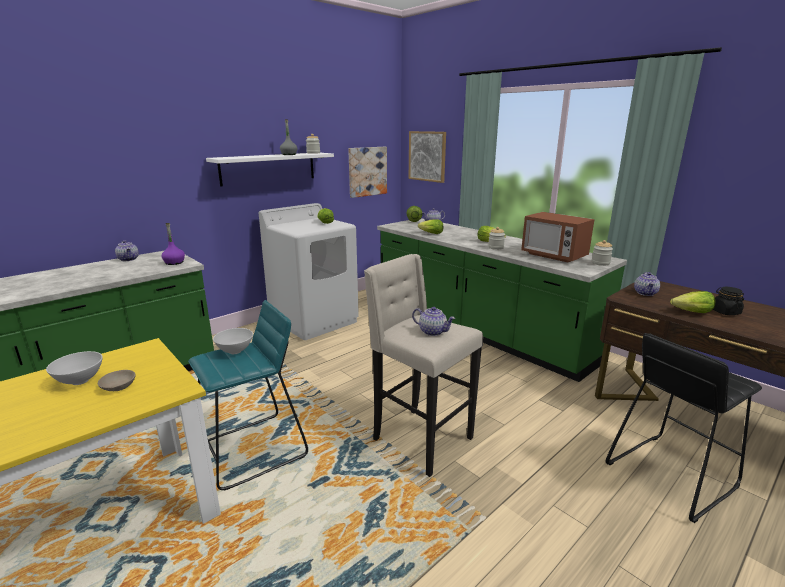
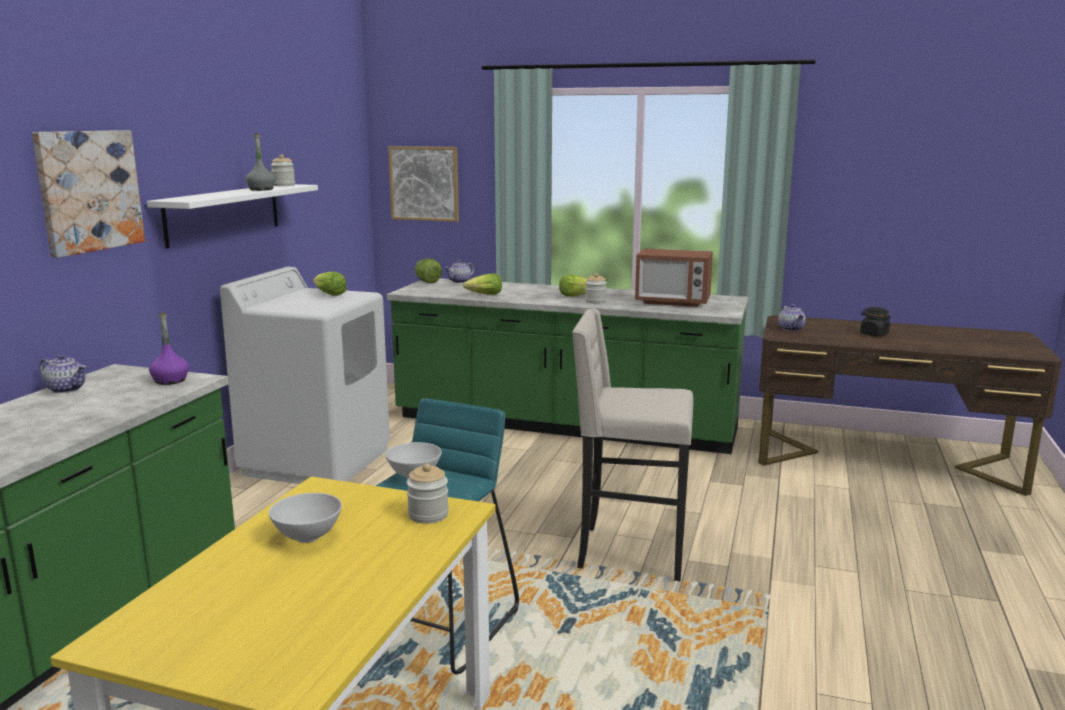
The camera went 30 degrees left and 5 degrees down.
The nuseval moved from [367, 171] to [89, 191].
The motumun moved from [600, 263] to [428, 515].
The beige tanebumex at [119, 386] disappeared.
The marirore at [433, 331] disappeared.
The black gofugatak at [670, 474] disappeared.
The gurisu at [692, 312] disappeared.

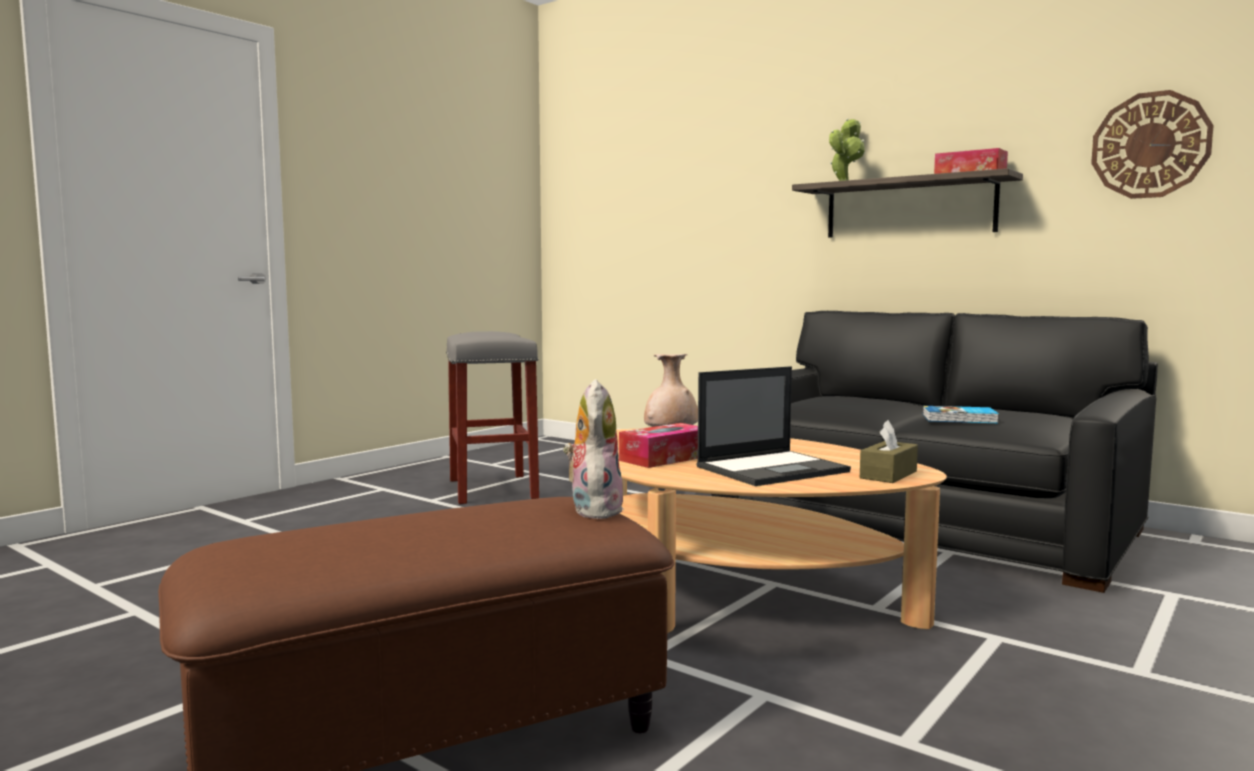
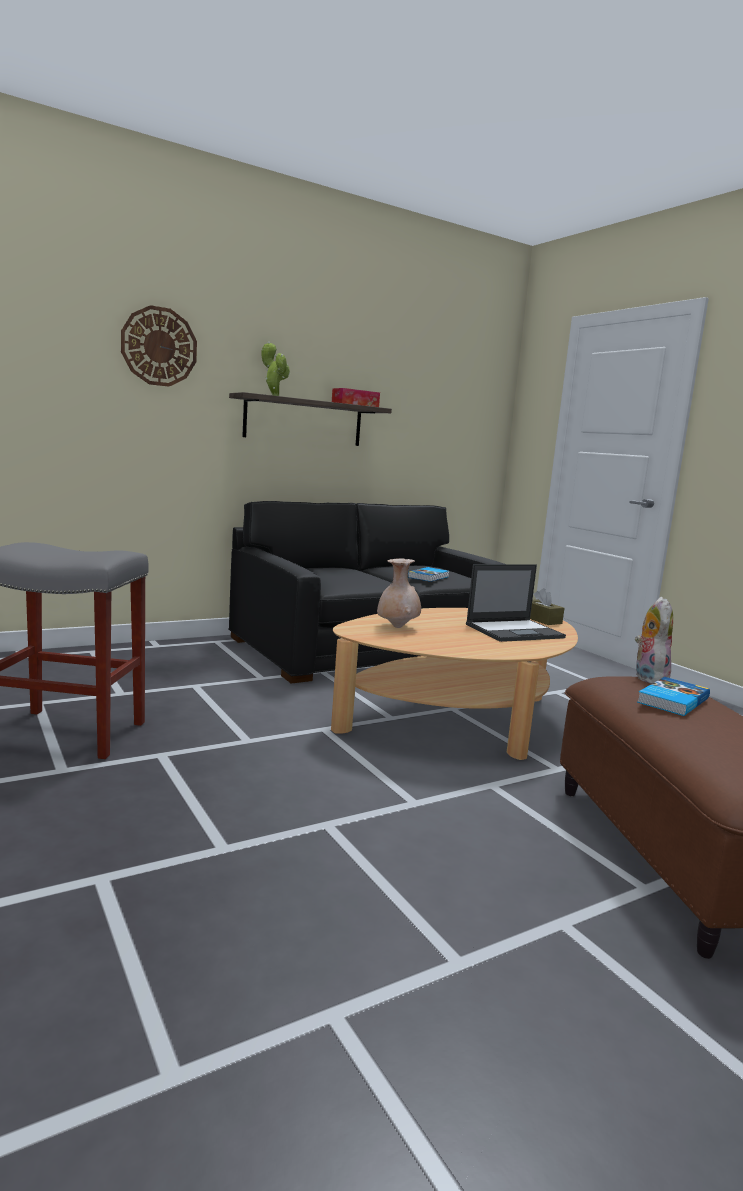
The camera went 70 degrees left and 5 degrees up.
The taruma moved from [1150, 145] to [159, 346].
The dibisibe at [773, 469] turned 75 degrees clockwise.
The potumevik at [593, 509] turned 75 degrees clockwise.
The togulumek at [671, 700] appeared.
The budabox at [665, 458] disappeared.

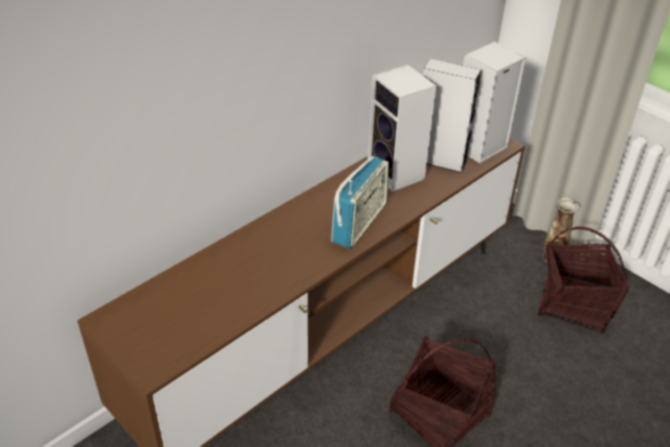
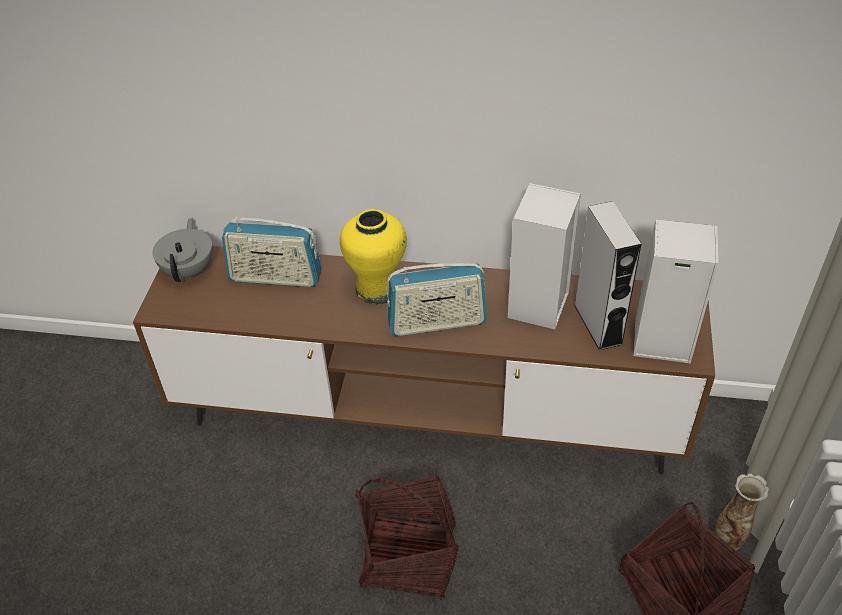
The camera went 55 degrees right and 5 degrees up.
The grey marirore at [189, 270] appeared.
The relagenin at [275, 277] appeared.
The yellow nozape at [378, 289] appeared.

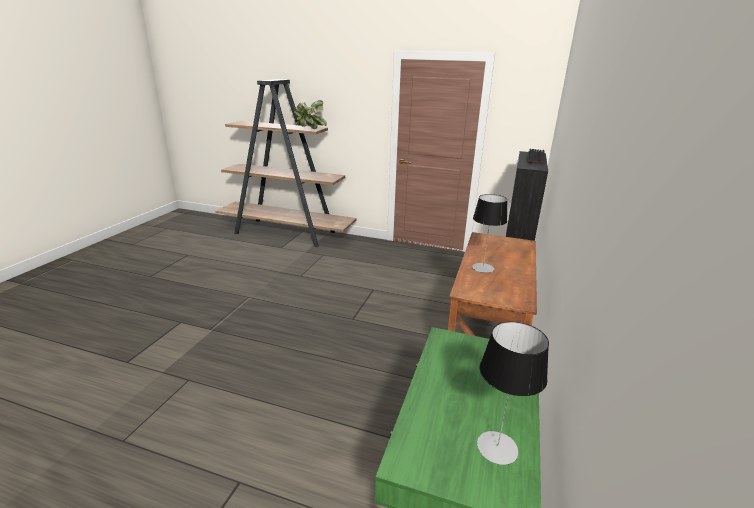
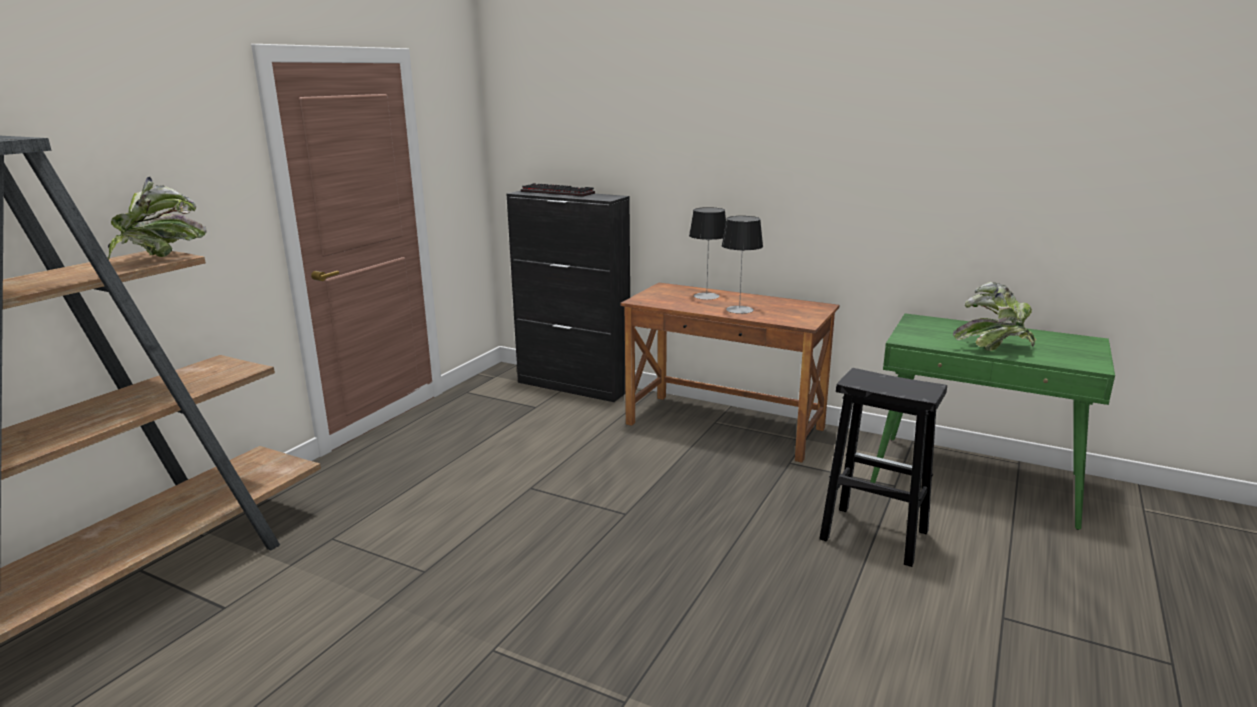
The camera went 80 degrees left and 5 degrees down.
The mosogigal moved from [497, 447] to [706, 296].
The black gofugatak at [872, 535] appeared.
The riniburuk at [994, 348] appeared.

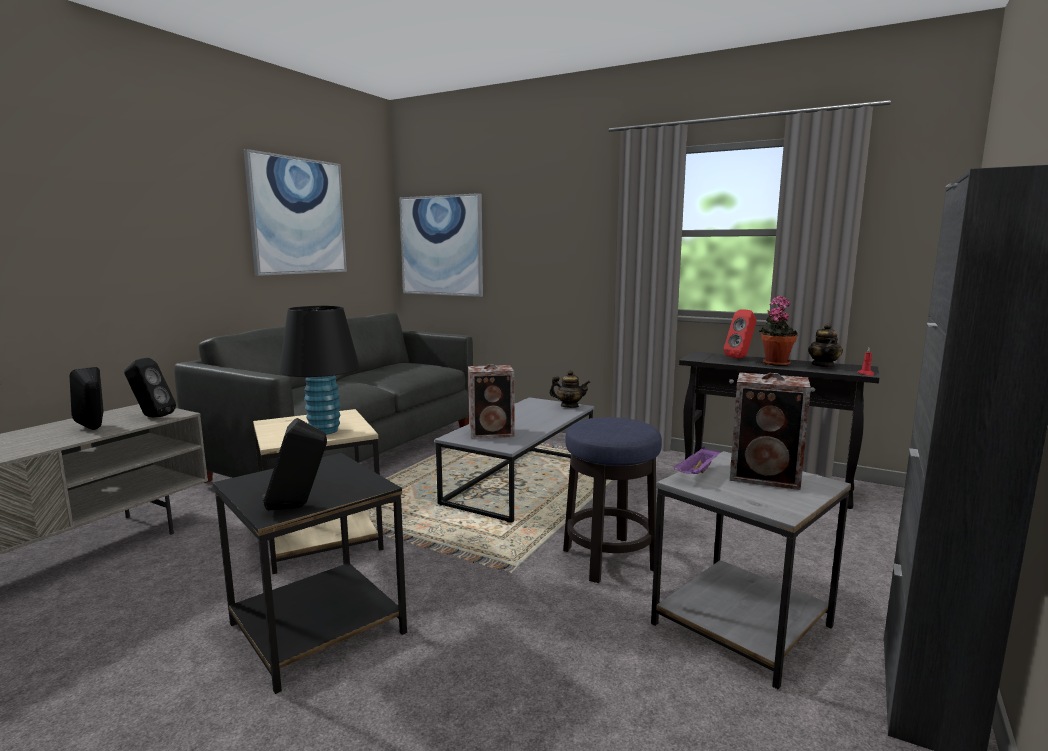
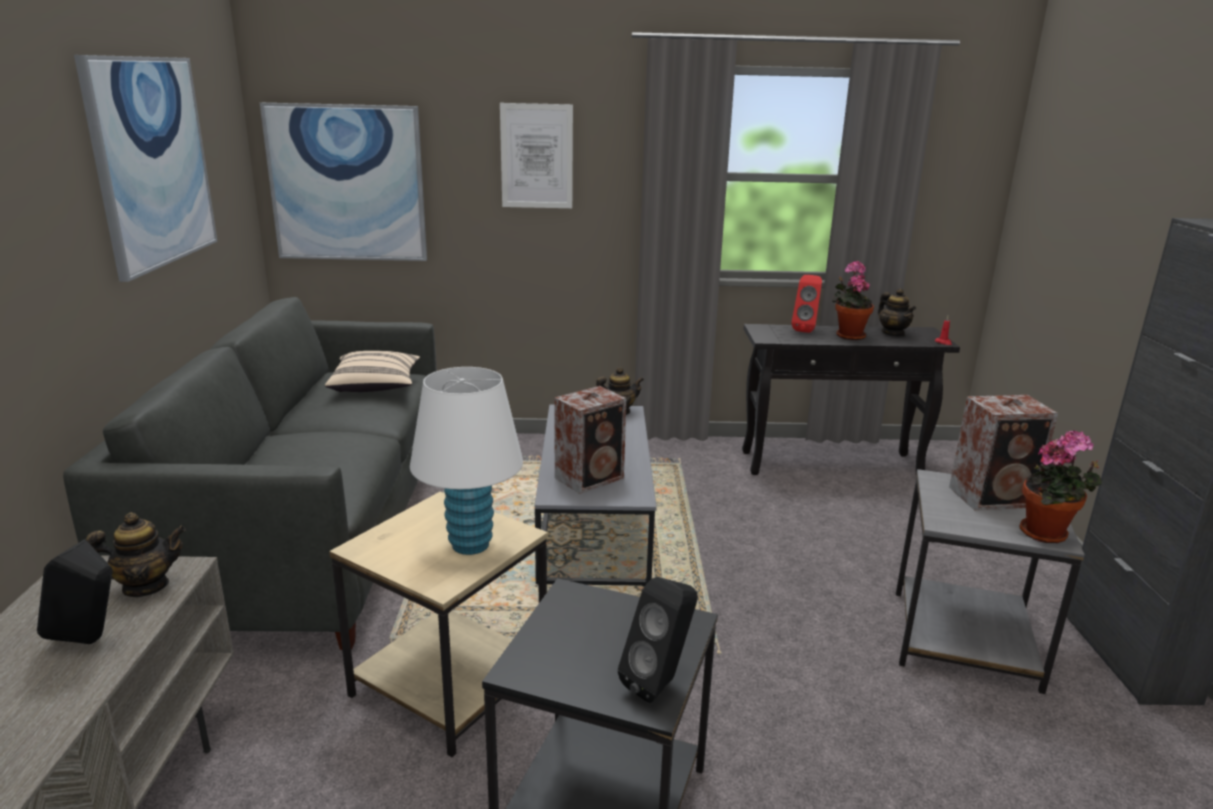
The camera went 30 degrees left and 10 degrees up.
The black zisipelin at [151, 417] was replaced by the marirore at [145, 586].
The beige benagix at [376, 387] appeared.
The black mosogigal at [324, 431] became the white mosogigal at [470, 545].
The nuseval at [536, 156] appeared.
The riniburuk at [1047, 535] appeared.
The gofugatak at [609, 559] disappeared.
The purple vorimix at [697, 473] disappeared.

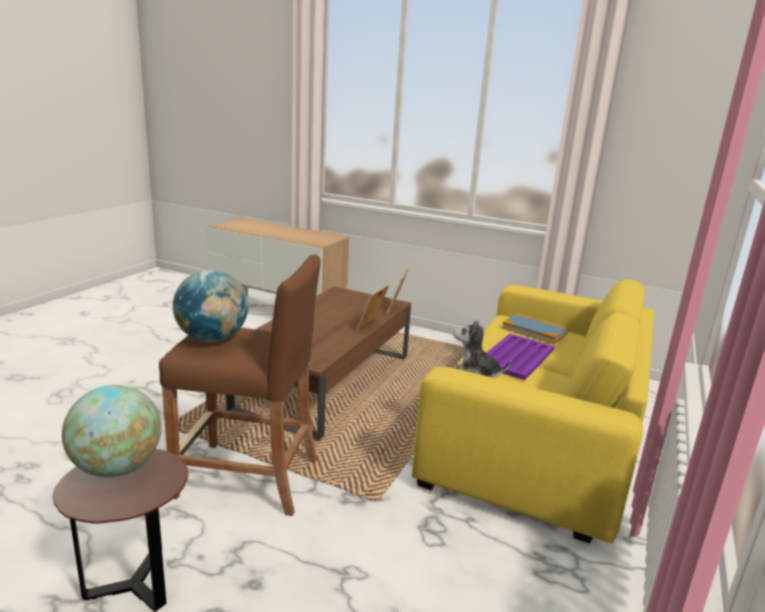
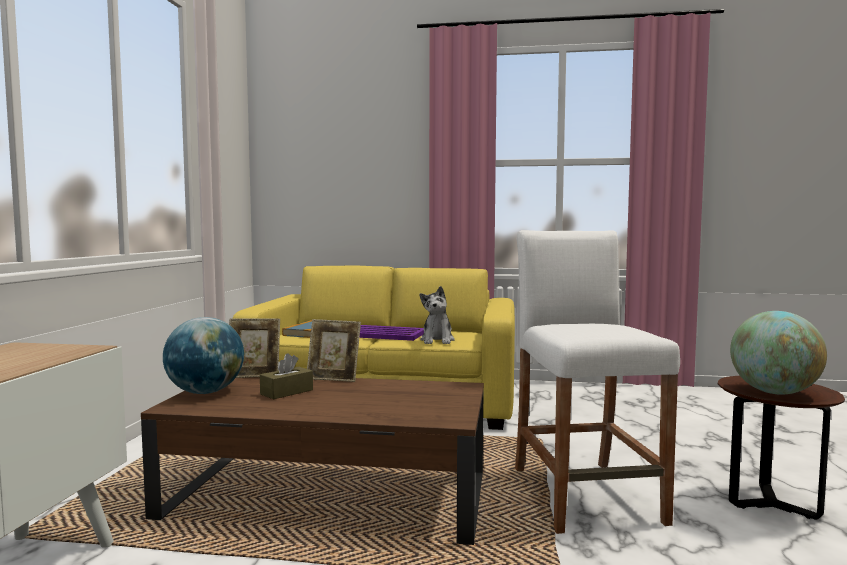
The camera went 105 degrees left and 15 degrees down.
The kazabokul moved from [212, 339] to [205, 392].
The brown budabox at [287, 392] appeared.
The brown gofugatak at [248, 478] became the white gofugatak at [585, 494].

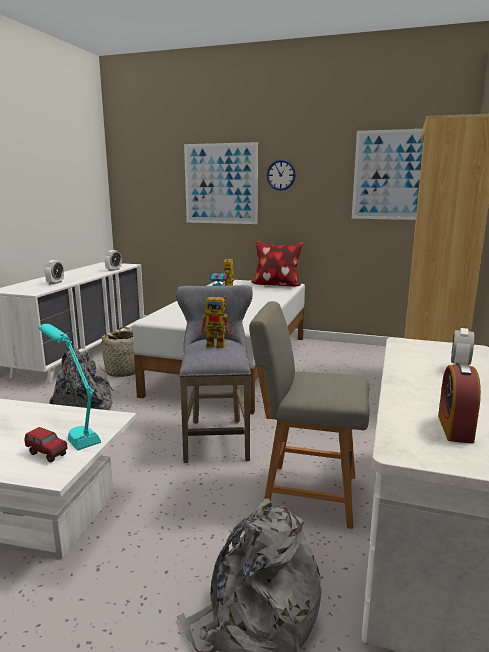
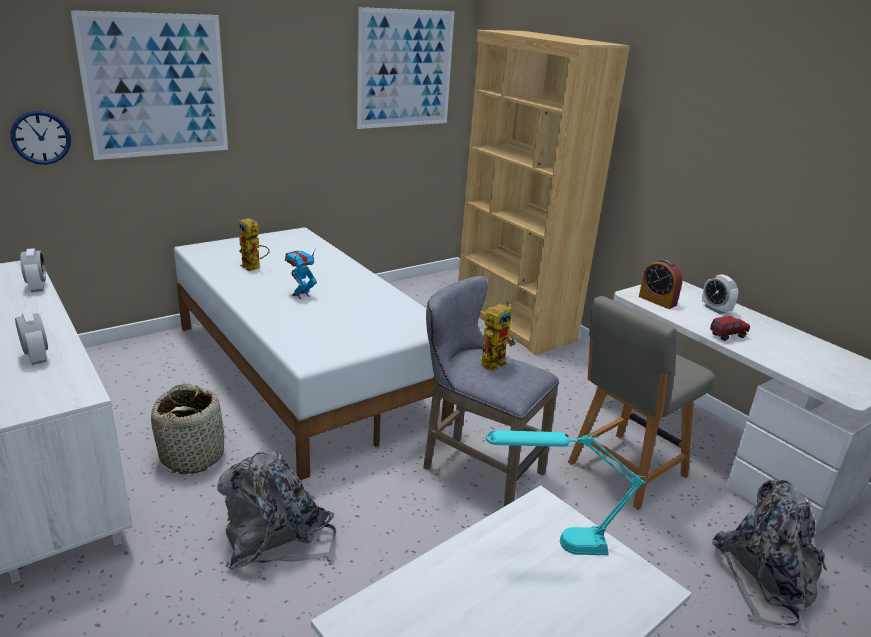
The camera went 55 degrees left and 10 degrees up.
The taruma moved from [281, 175] to [41, 137].
The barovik moved from [455, 428] to [657, 301].
The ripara moved from [47, 454] to [727, 336].
The benagix at [276, 285] disappeared.

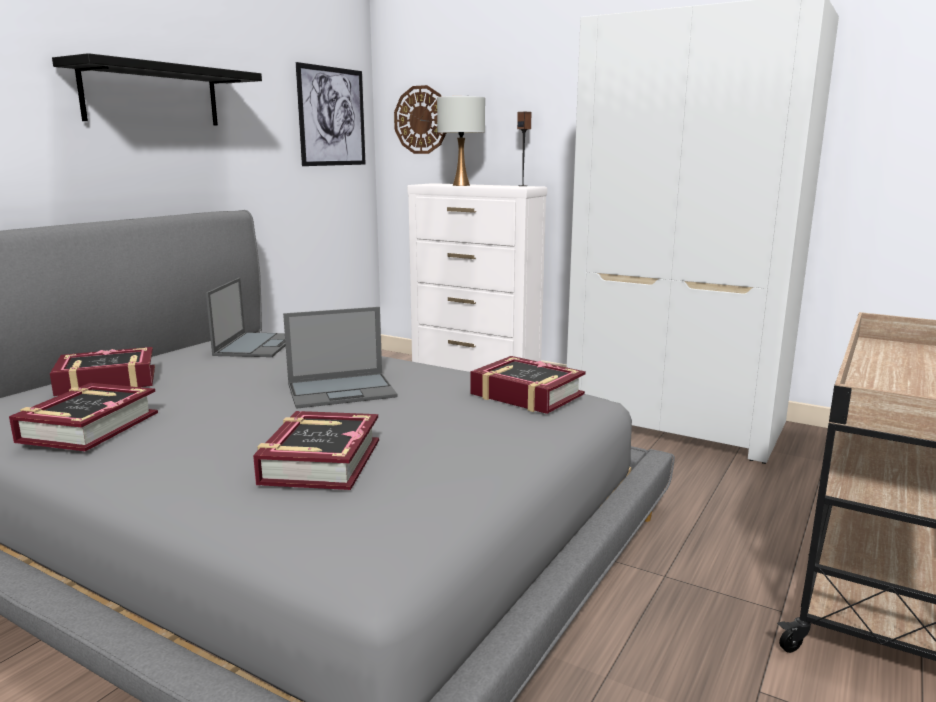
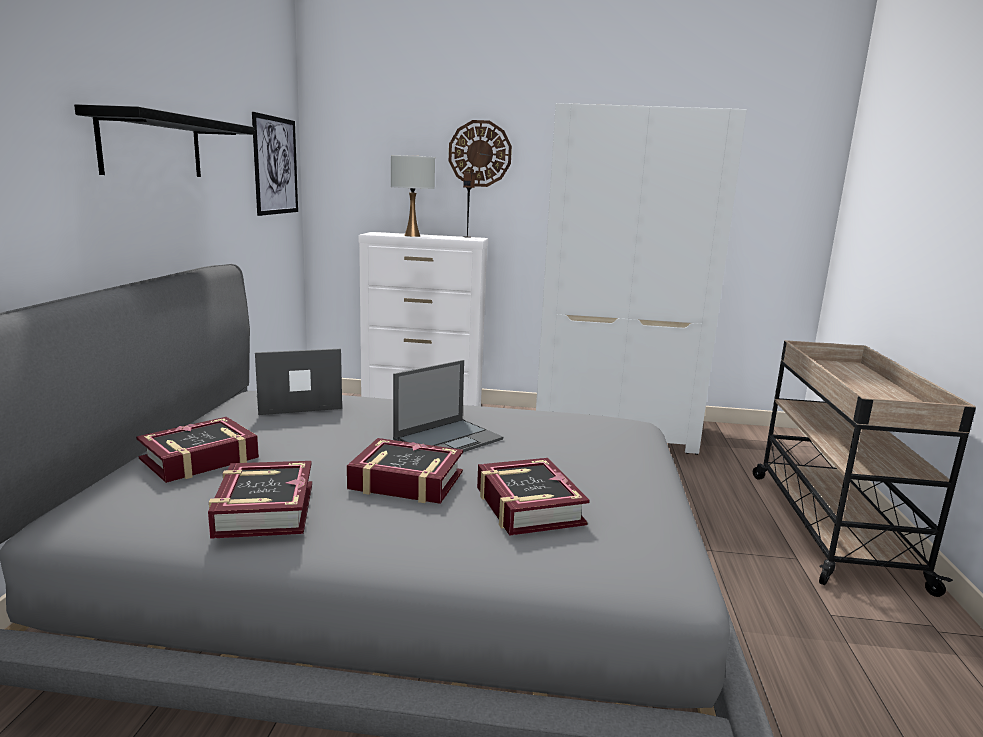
The camera went 25 degrees left and 0 degrees up.
The dibisibe at [256, 345] turned 90 degrees counterclockwise.
The togulumek moved from [526, 395] to [406, 481].
The taruma moved from [421, 120] to [480, 153].

